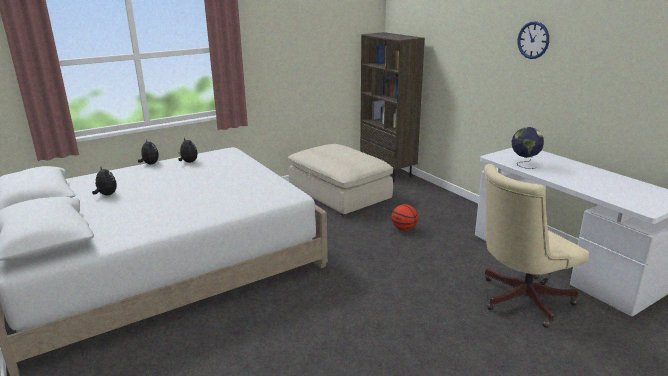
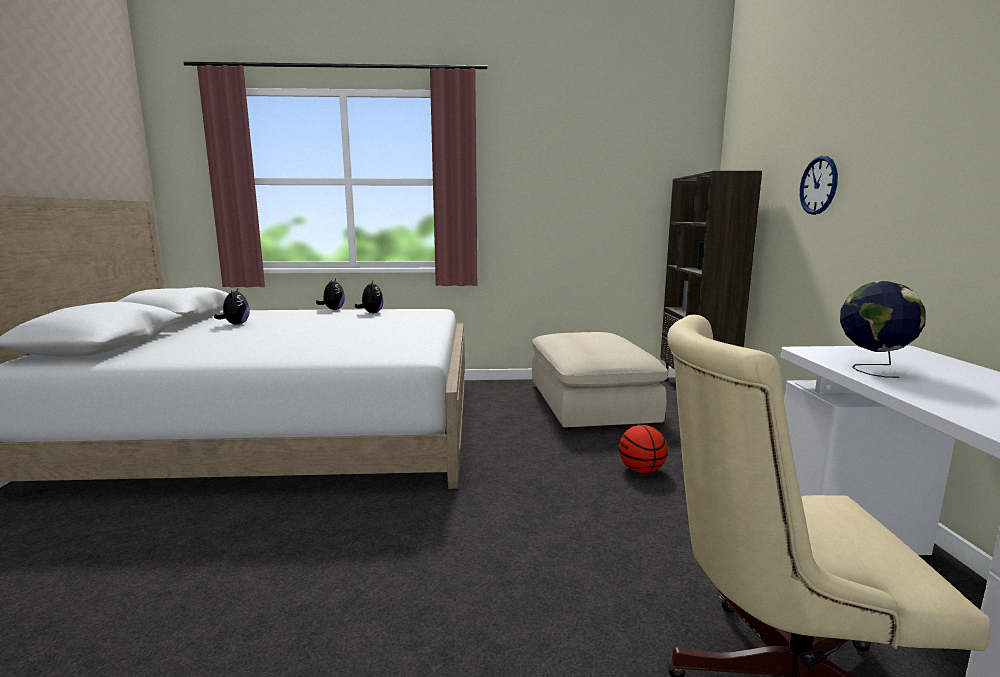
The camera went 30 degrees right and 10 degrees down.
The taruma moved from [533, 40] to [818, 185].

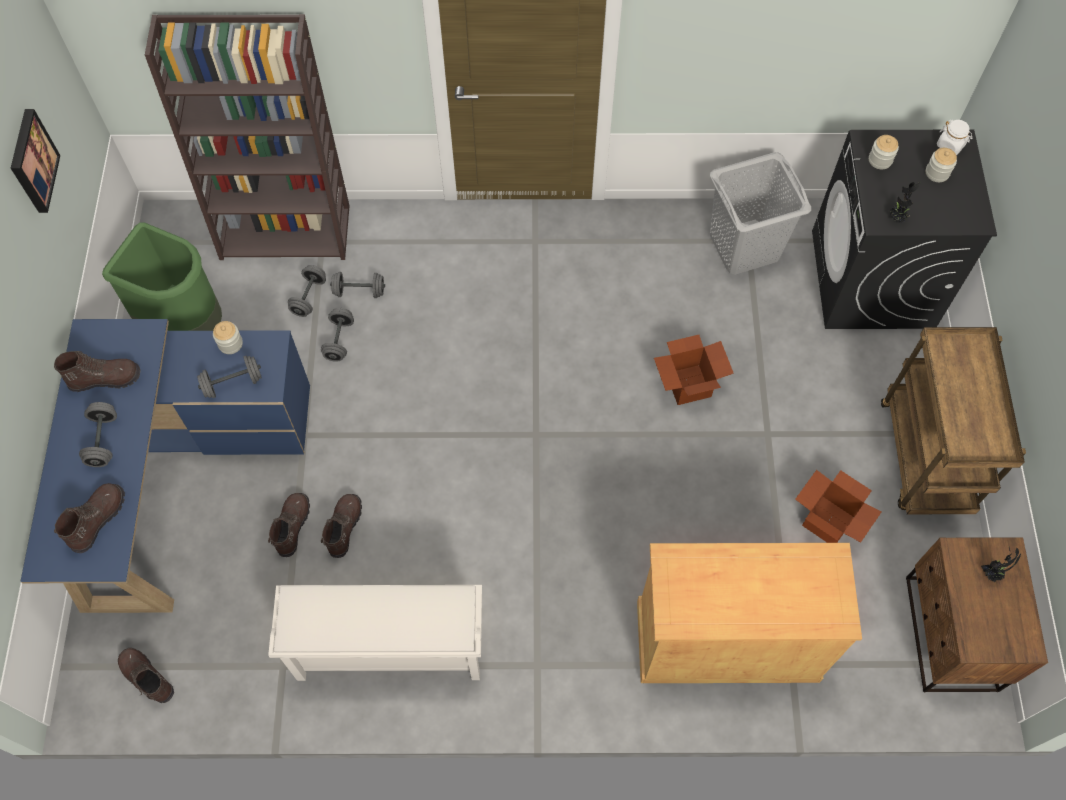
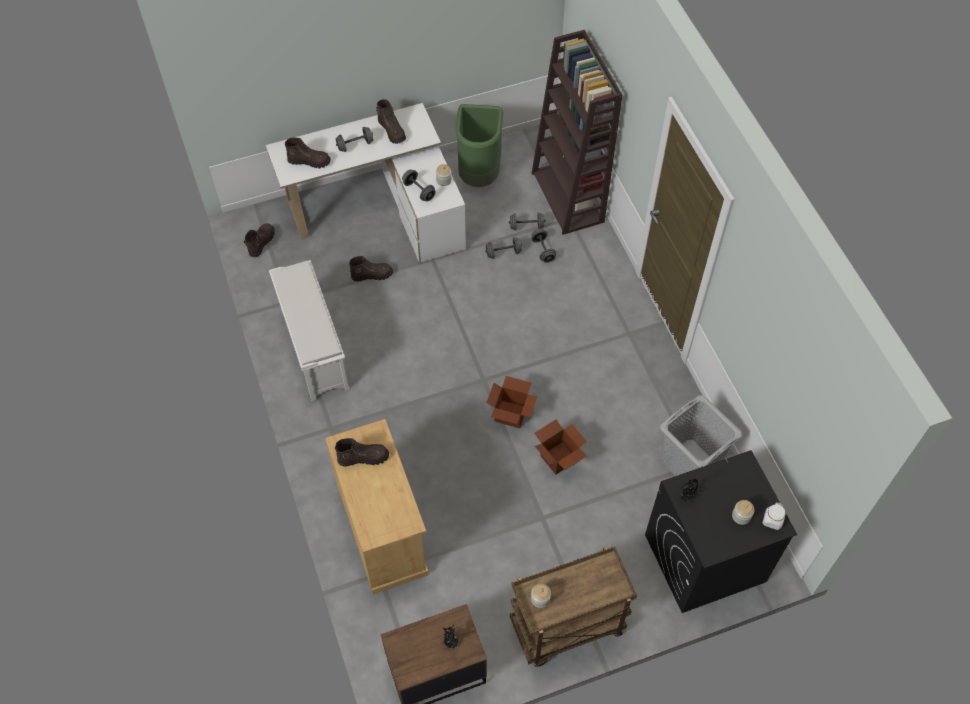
The camera went 70 degrees right and 5 degrees down.
The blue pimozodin at [176, 476] became the white pimozodin at [381, 209].
The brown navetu moved from [344, 527] to [363, 457].
The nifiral moved from [828, 522] to [510, 414].
The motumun moved from [880, 160] to [540, 599].
The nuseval at [31, 161] disappeared.

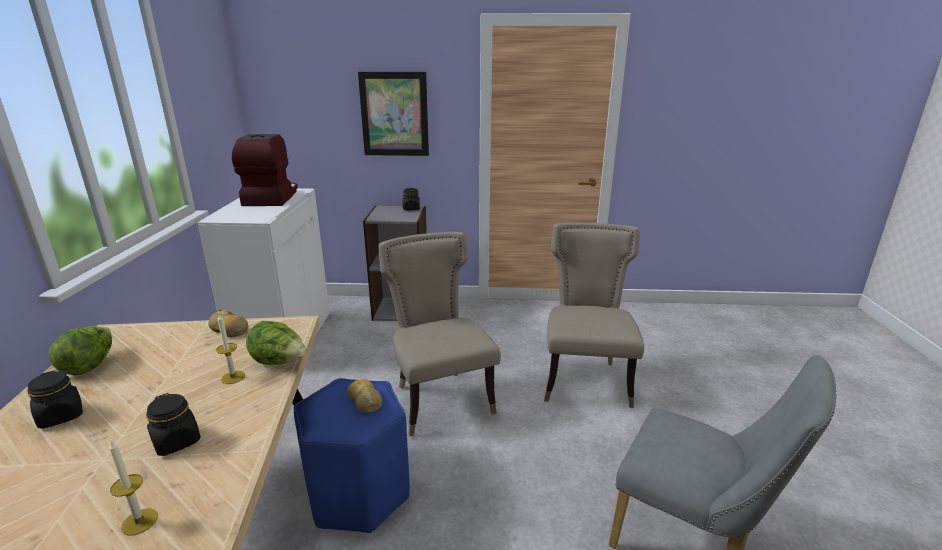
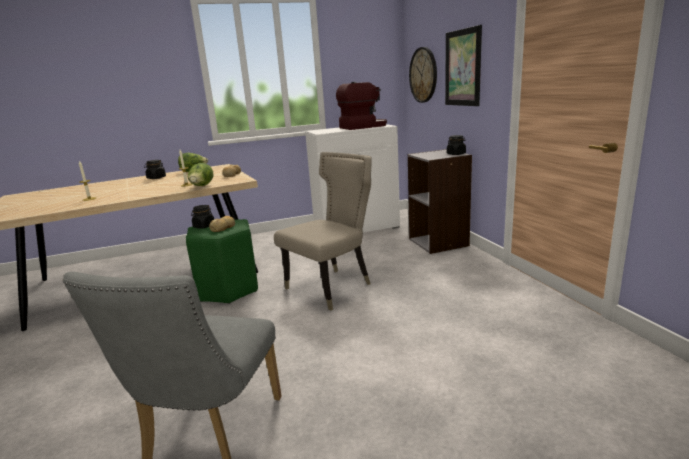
The camera went 70 degrees right and 5 degrees down.
The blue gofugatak at [358, 495] became the green gofugatak at [227, 290].
The black motumun moved from [177, 441] to [204, 226].
The taruma at [423, 75] appeared.
The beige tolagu at [585, 380] disappeared.

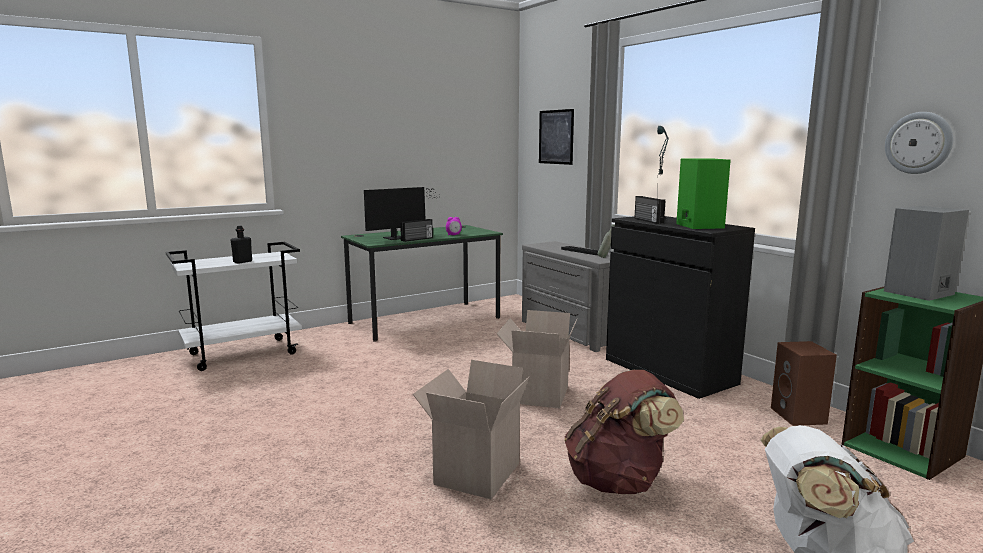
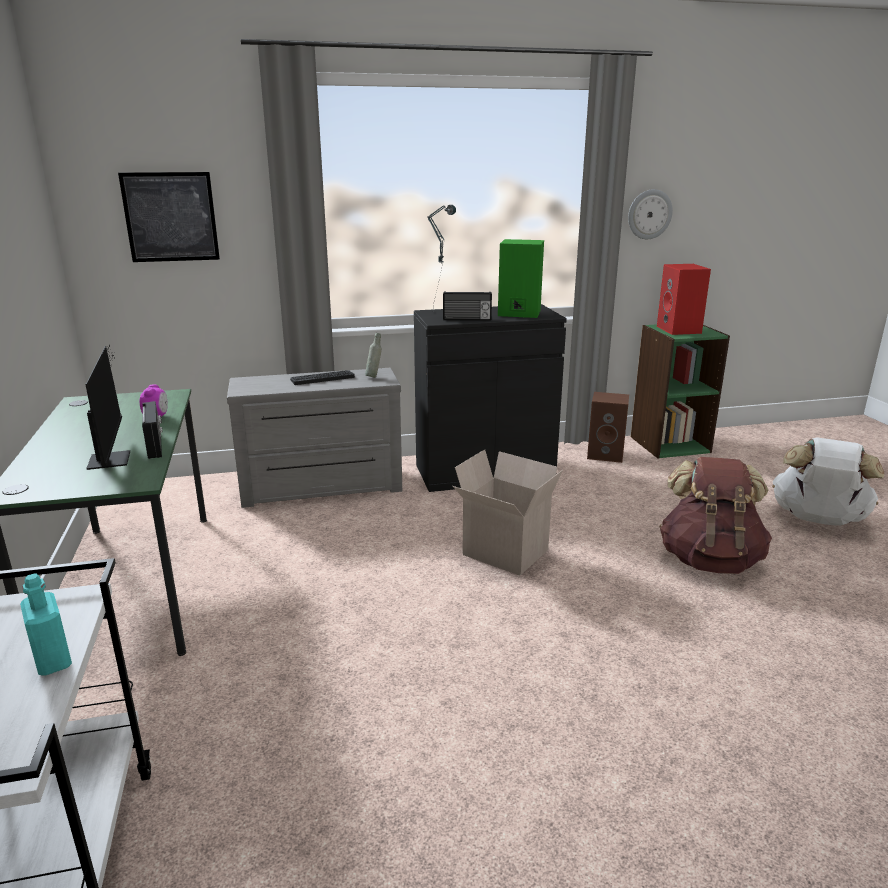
The camera went 70 degrees left and 10 degrees up.
The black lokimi at [242, 262] became the turquoise lokimi at [53, 661].
The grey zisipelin at [919, 293] became the red zisipelin at [680, 330].
The nifiral at [475, 472] disappeared.

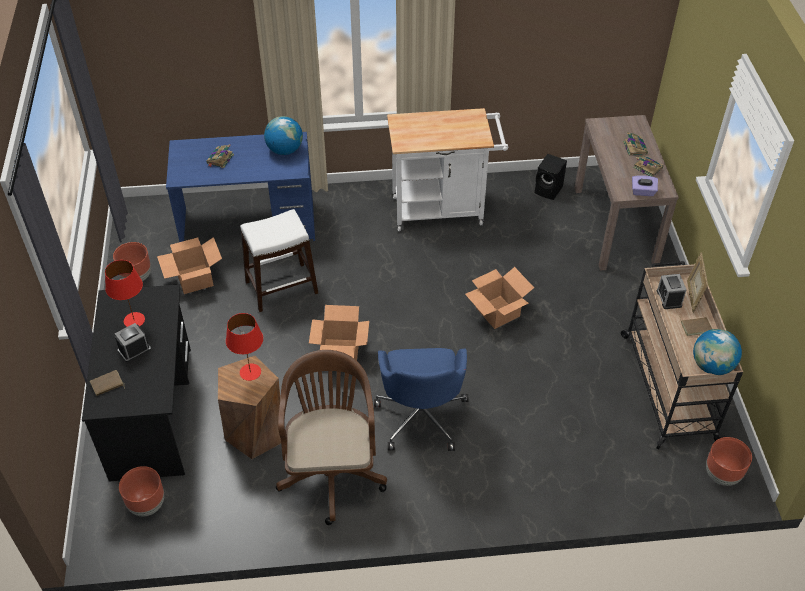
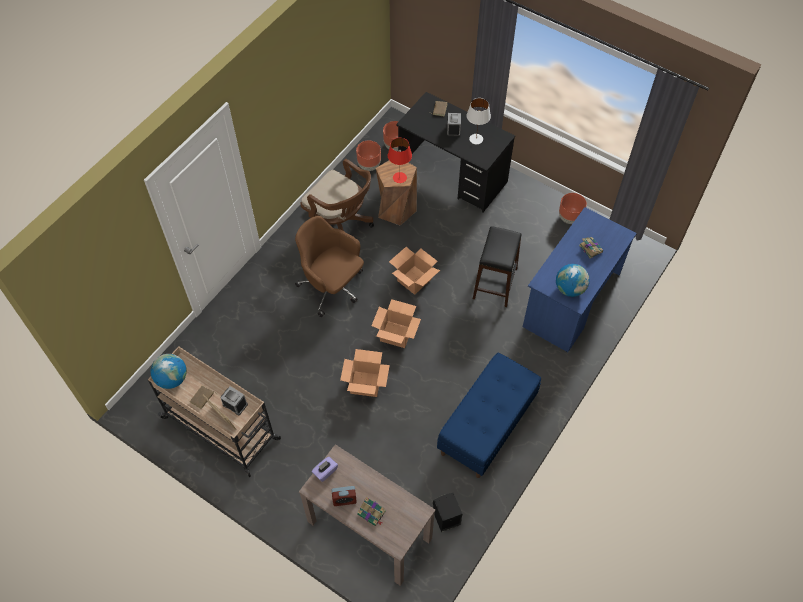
The camera went 130 degrees right and 10 degrees up.
The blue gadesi at [421, 415] became the brown gadesi at [332, 287].
The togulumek at [647, 167] was replaced by the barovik at [344, 500].
The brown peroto moved from [722, 475] to [369, 166].
The nifiral moved from [195, 279] to [395, 334].
The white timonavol at [443, 209] was replaced by the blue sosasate at [487, 427].
The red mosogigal at [134, 320] became the white mosogigal at [476, 139].
The white gofugatak at [282, 287] became the black gofugatak at [494, 283].

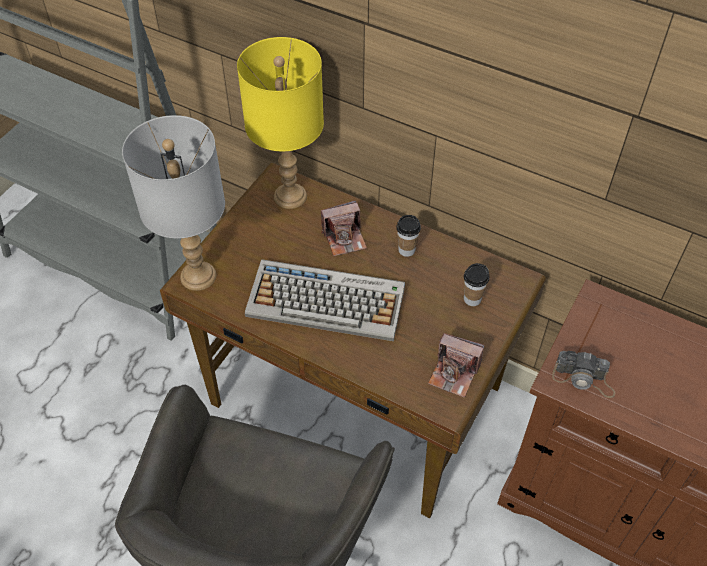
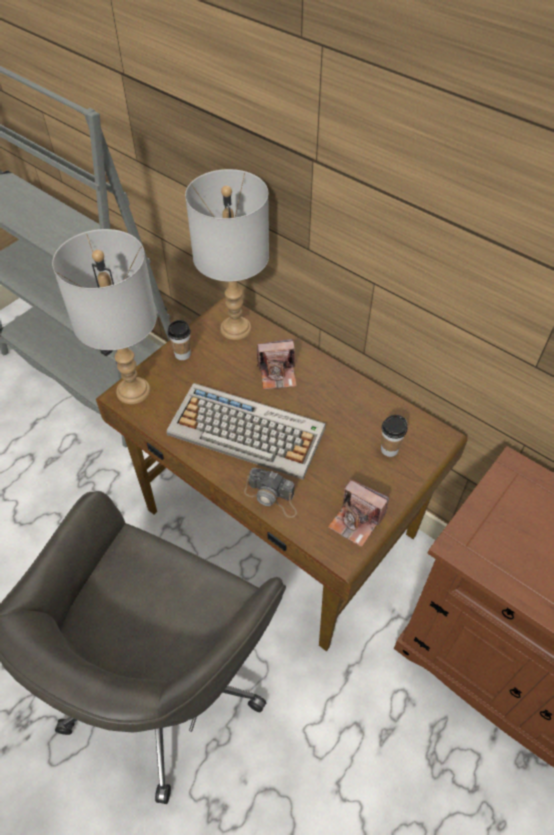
The camera went 10 degrees right and 0 degrees up.
The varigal moved from [406, 250] to [182, 354].
The yellow mosogigal at [289, 196] became the grey mosogigal at [235, 328].
The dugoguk moved from [583, 379] to [272, 497].

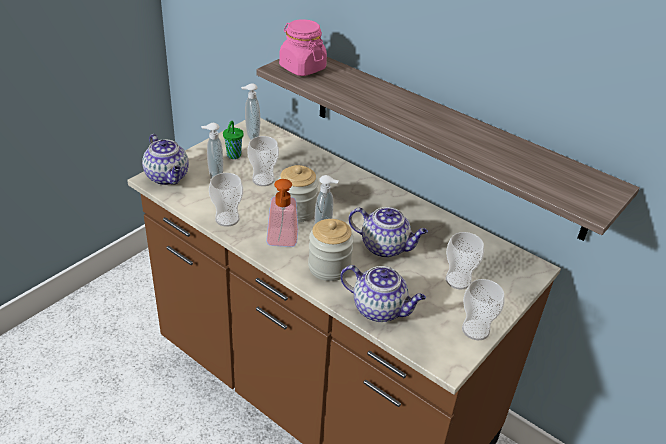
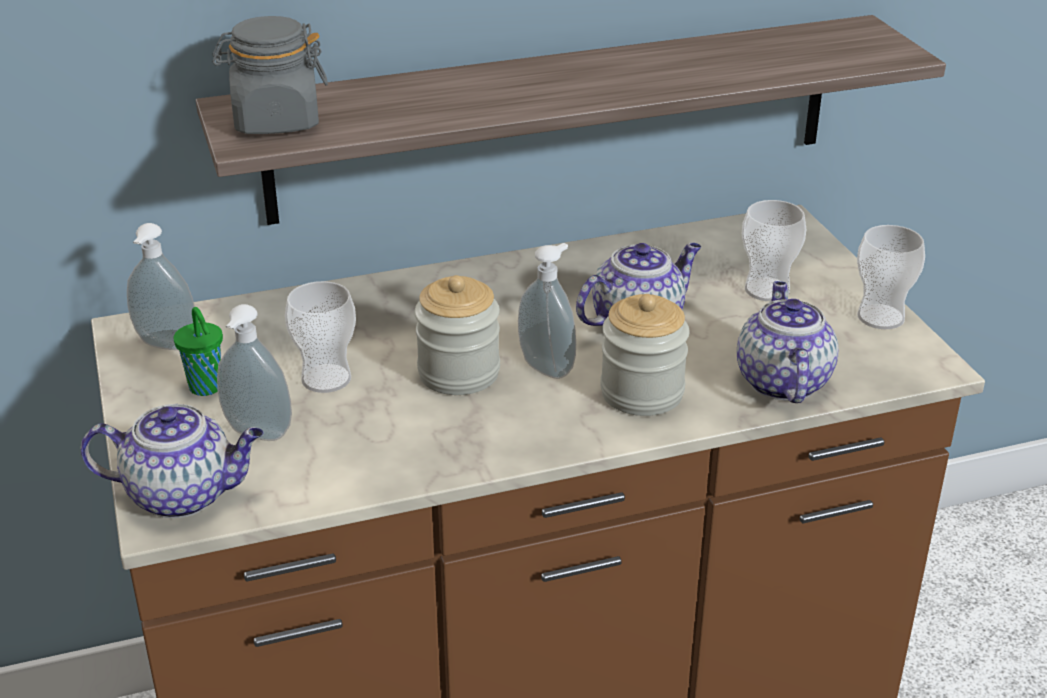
The camera went 55 degrees left and 5 degrees down.
The pink motumun at [302, 68] became the grey motumun at [276, 121].
The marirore at [380, 309] turned 60 degrees counterclockwise.
The varigal at [227, 219] disappeared.
The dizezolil at [281, 242] disappeared.

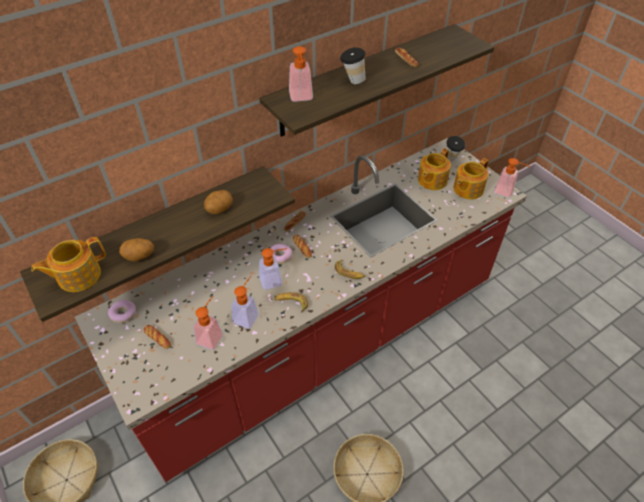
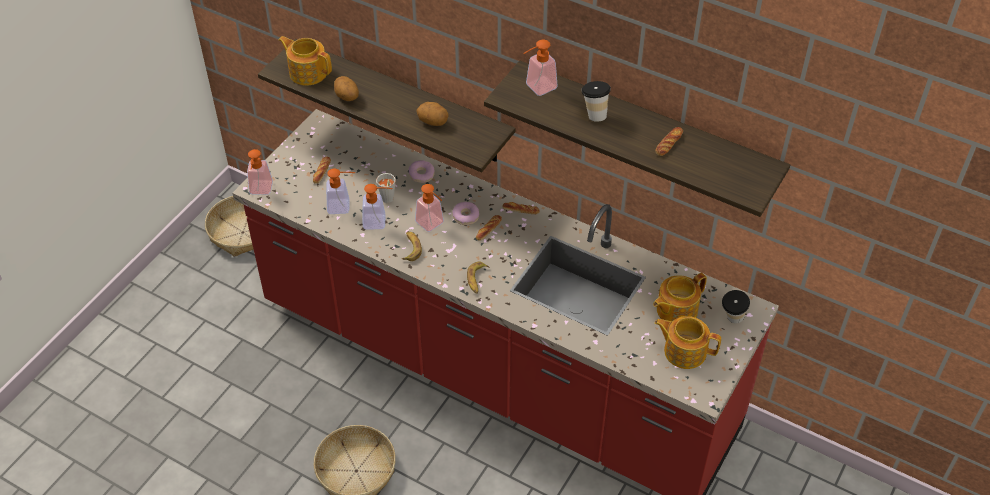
The camera went 65 degrees right and 0 degrees up.
The dizezolil moved from [507, 192] to [260, 191].
The grey varigal at [387, 200] appeared.
The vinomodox moved from [123, 314] to [421, 175].
The marirore at [431, 180] turned 45 degrees counterclockwise.

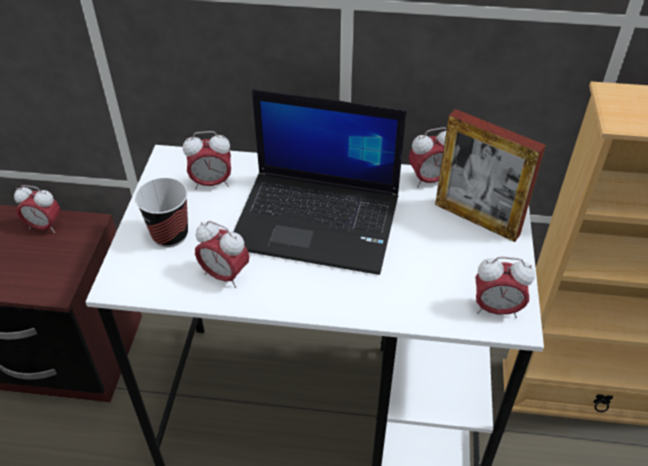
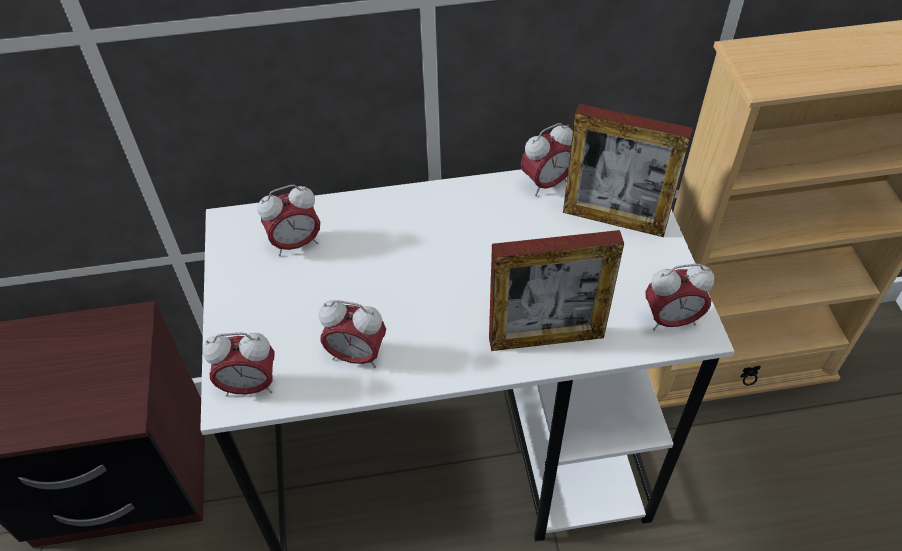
The camera went 15 degrees left and 5 degrees up.
The barovik moved from [44, 226] to [249, 386].
The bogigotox at [546, 338] appeared.
The varigal at [170, 235] disappeared.
The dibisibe at [319, 220] disappeared.

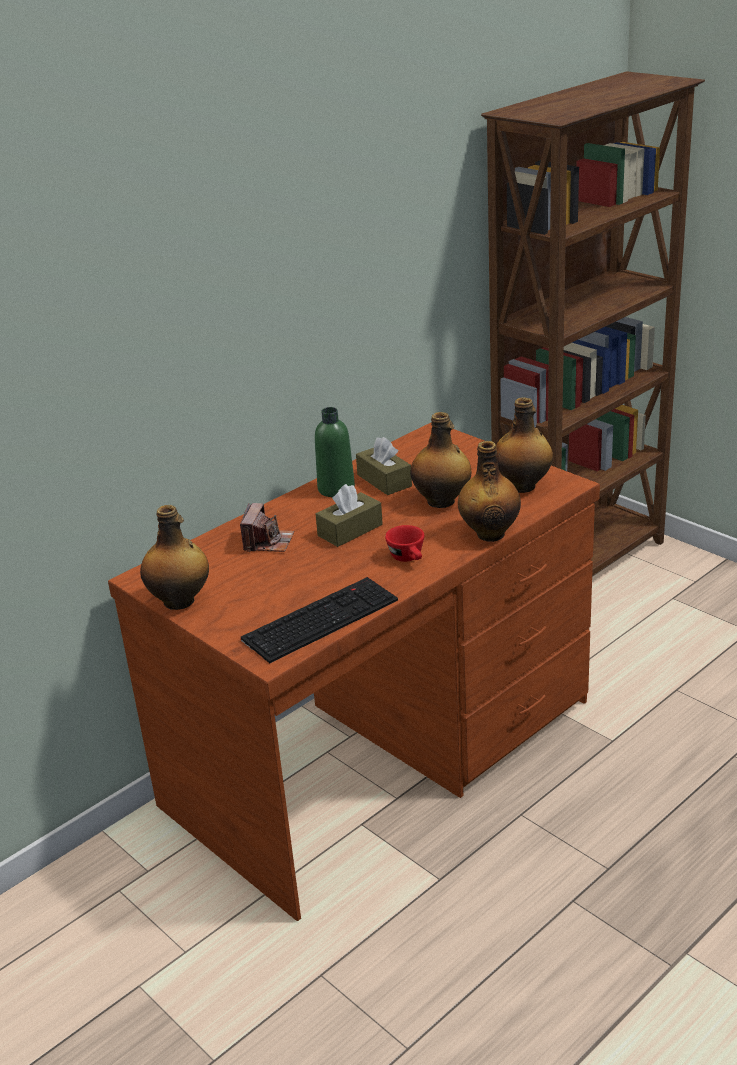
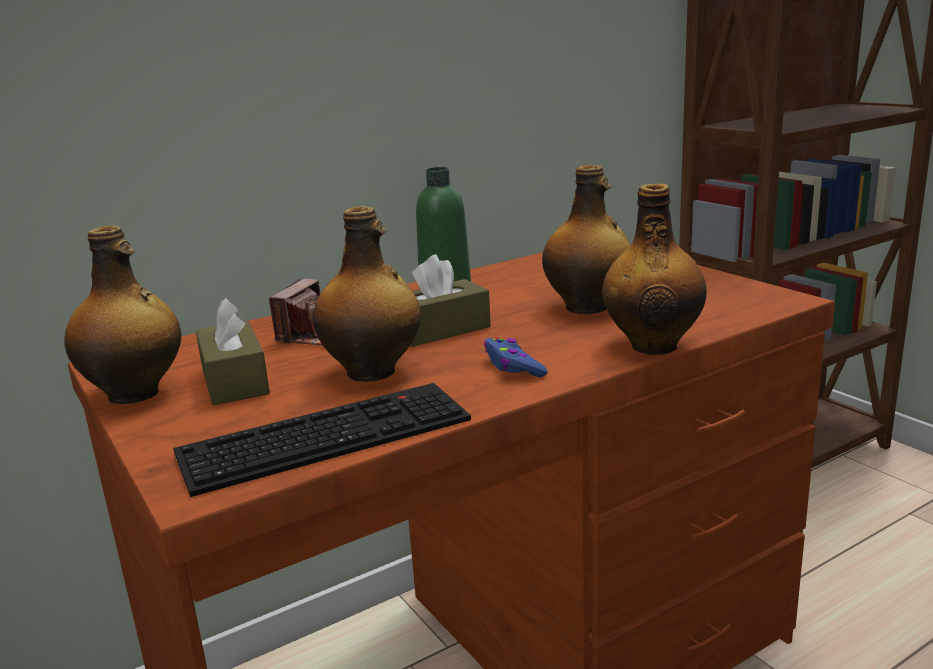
The camera went 10 degrees right and 10 degrees down.
The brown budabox moved from [384, 480] to [234, 381].
The lokimi moved from [523, 486] to [373, 372].
The red varigal at [409, 558] was replaced by the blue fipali at [513, 367].

